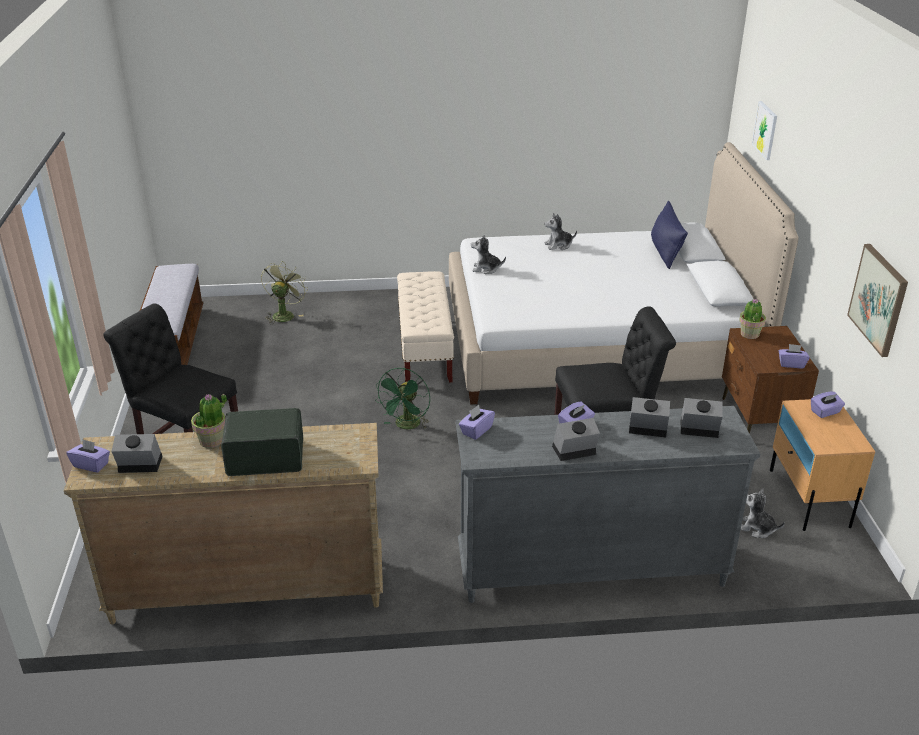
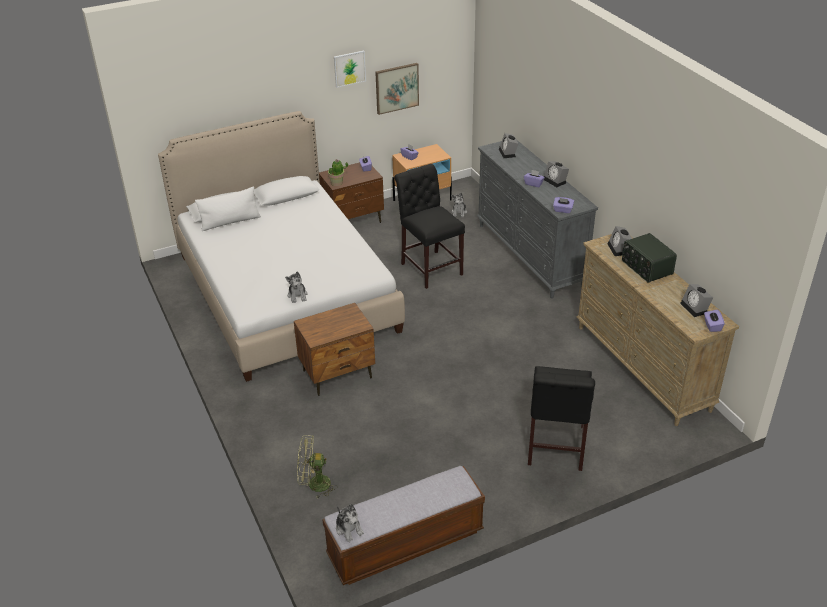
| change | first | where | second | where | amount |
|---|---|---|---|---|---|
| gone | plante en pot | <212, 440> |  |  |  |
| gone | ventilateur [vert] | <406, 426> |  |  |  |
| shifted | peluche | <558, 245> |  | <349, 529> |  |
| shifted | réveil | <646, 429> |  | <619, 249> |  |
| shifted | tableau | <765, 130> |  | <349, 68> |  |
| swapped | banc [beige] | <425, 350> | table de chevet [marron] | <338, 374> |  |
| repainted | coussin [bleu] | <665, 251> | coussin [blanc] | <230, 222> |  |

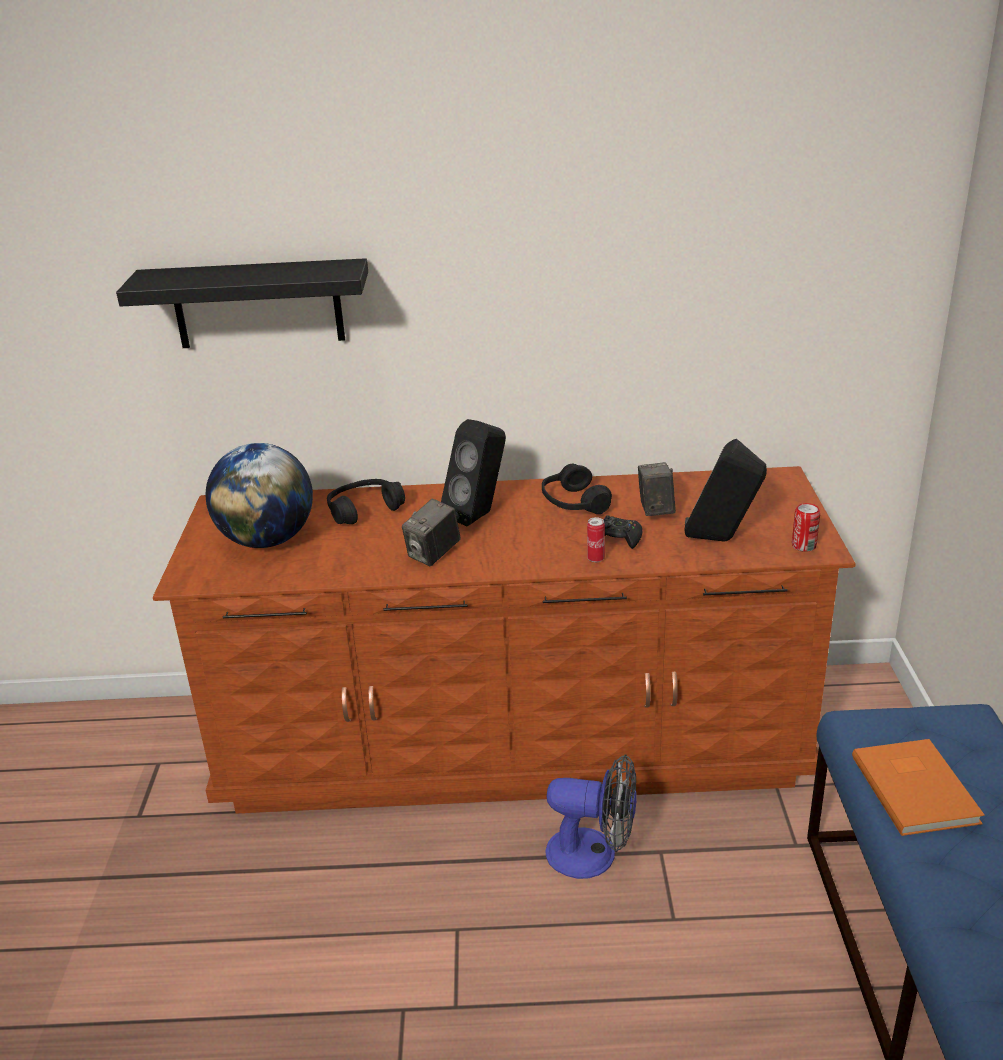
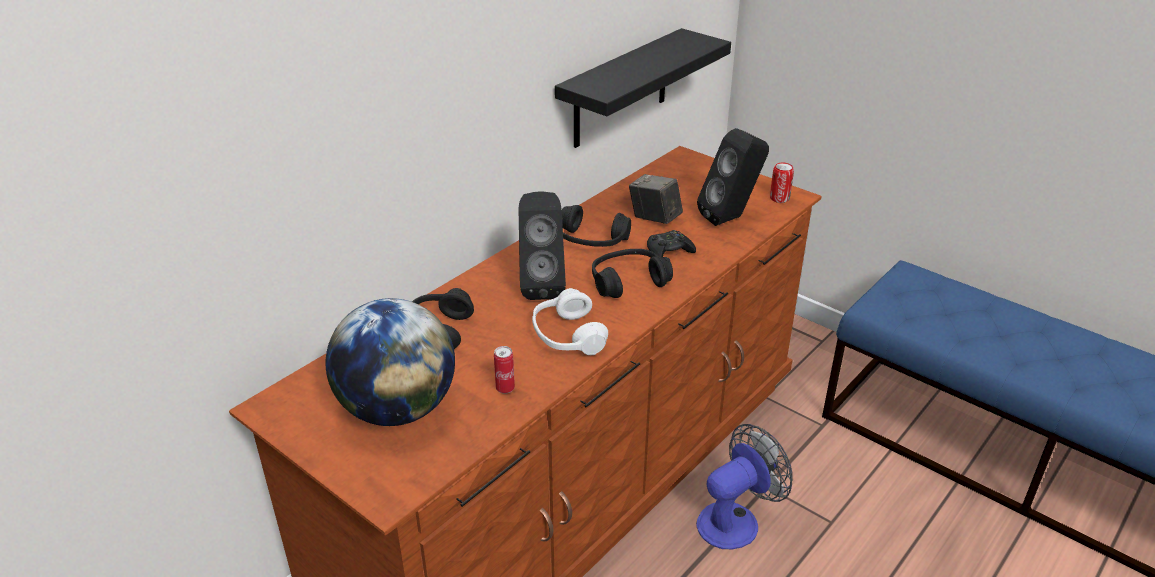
| change | first | where | second | where | amount |
|---|---|---|---|---|---|
| gone | livre [orange] | <916, 788> |  |  |  |
| new |  |  | casque audio [noir] | <628, 282> |  |
| shifted | étagère [noir] | <258, 304> |  | <621, 89> |  |
| shifted | boîte métallique | <596, 559> |  | <505, 388> |  |
| swapped | appareil photo | <433, 555> | casque audio [blanc] | <567, 336> |  |

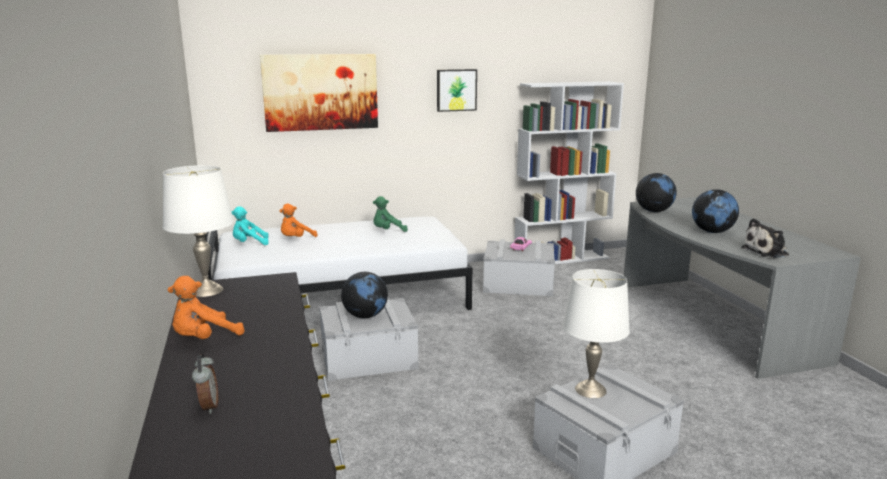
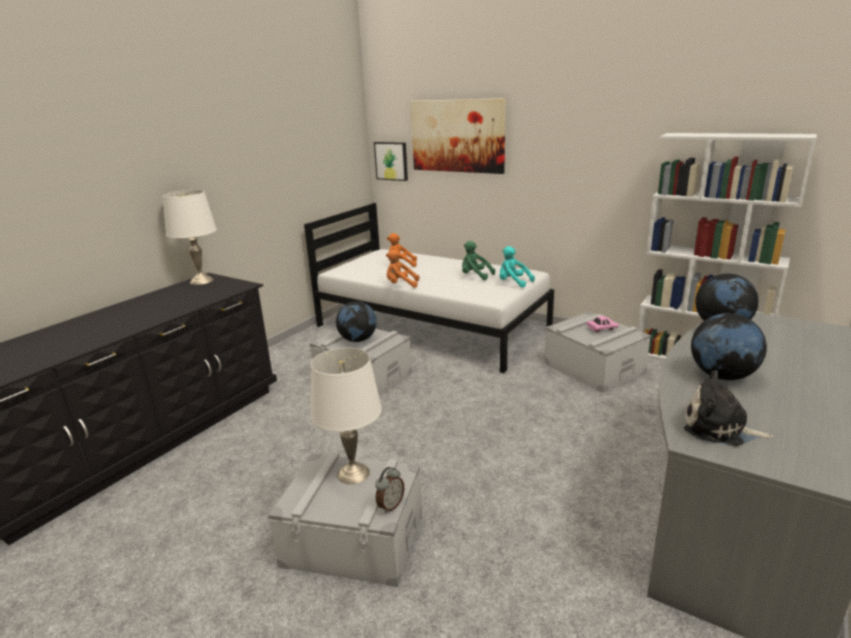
| change | first | where | second | where | amount |
|---|---|---|---|---|---|
| shifted | peluche [orange] | <204, 339> |  | <401, 285> |  |
| shifted | réveil | <208, 406> |  | <390, 505> |  |
| shifted | peluche [turquoise] | <249, 244> |  | <513, 283> |  |
| shifted | tableau | <456, 90> |  | <391, 161> |  |

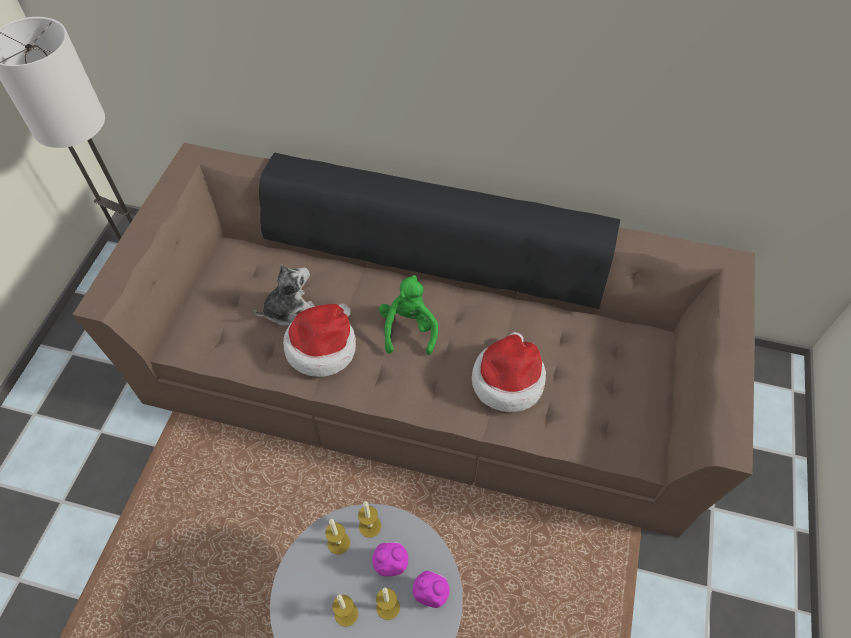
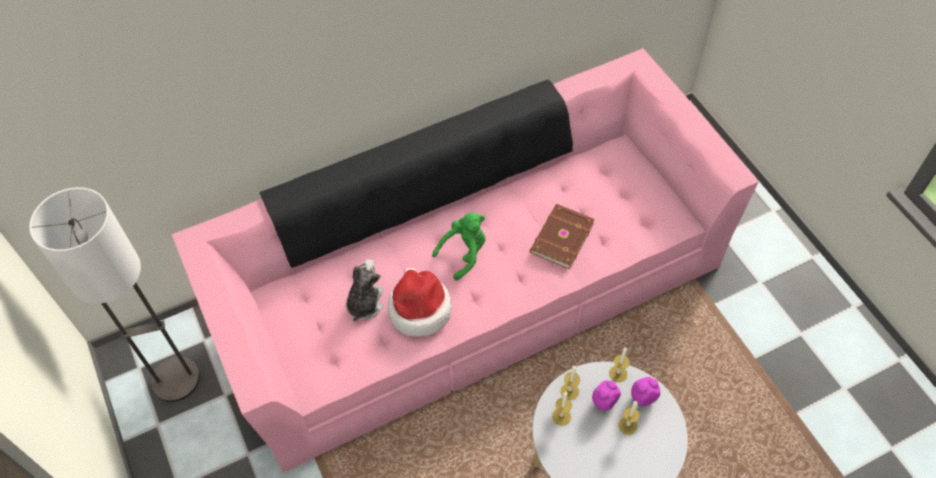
| change | first | where | second | where | amount |
|---|---|---|---|---|---|
| shifted | bougie | <346, 614> |  | <618, 373> |  |
| swapped | chapeau | <507, 379> | livre [marron] | <560, 238> |  |
| repainted | canapé [marron] | <426, 370> | canapé [rose] | <470, 285> |  |
| rotated | peluche [vert] | <409, 329> |  | <464, 253> | 90 degrees clockwise |

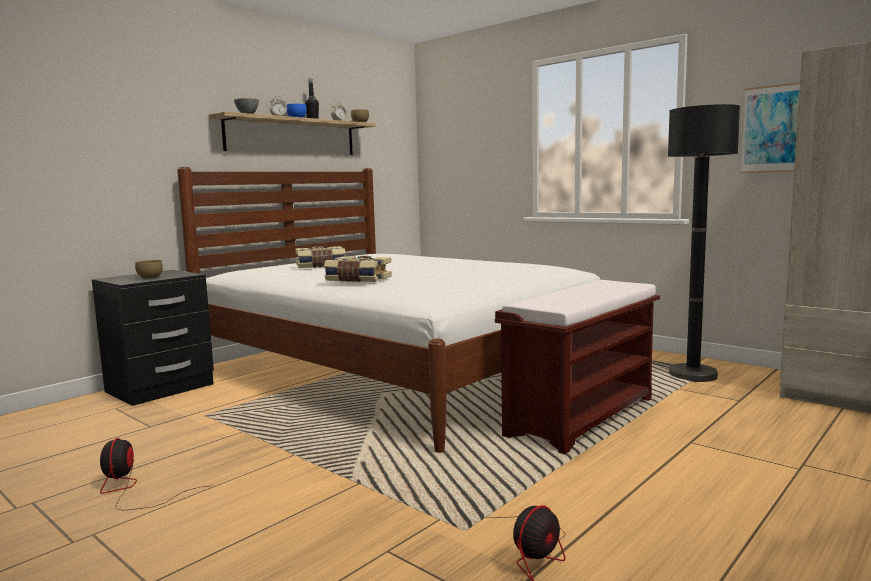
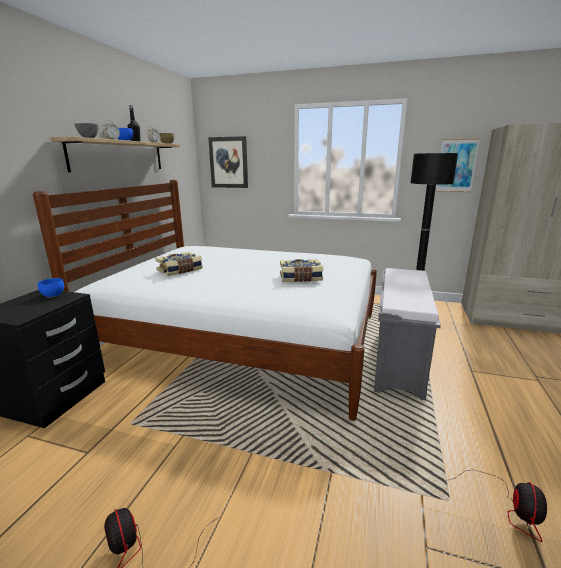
| change | first | where | second | where | amount |
|---|---|---|---|---|---|
| gone | bol [marron] | <149, 278> |  |  |  |
| new |  |  | bol [bleu] | <53, 295> |  |
| new |  |  | tableau | <228, 162> |  |
| shifted | livre | <358, 280> |  | <301, 278> |  |
| repainted | banc [marron] | <582, 416> | banc [gris] | <397, 361> |  |

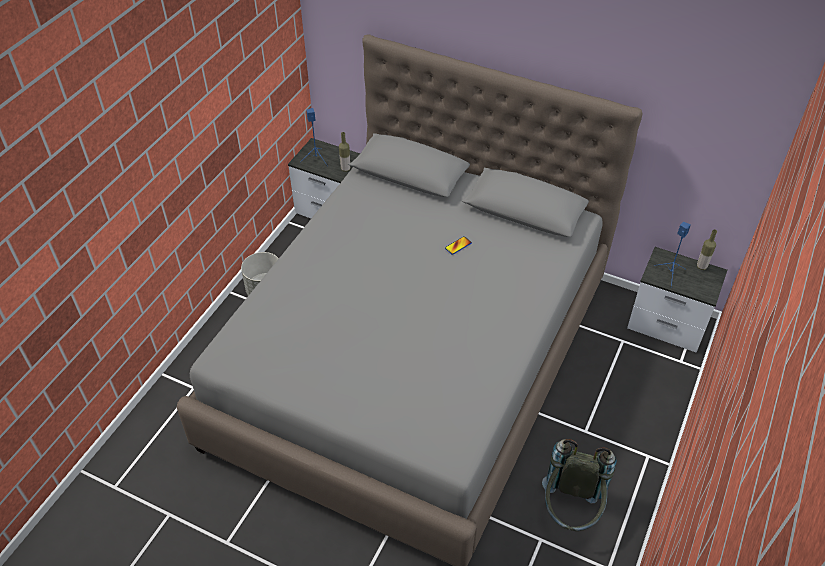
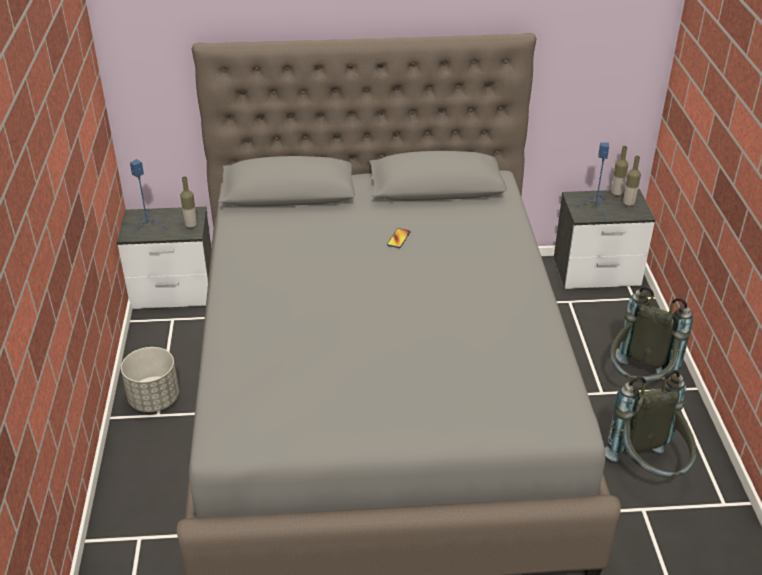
| change | first | where | second | where | amount |
|---|---|---|---|---|---|
| new |  |  | sac à dos [gris] | <638, 382> |  |
| new |  |  | bouteille | <628, 204> |  |

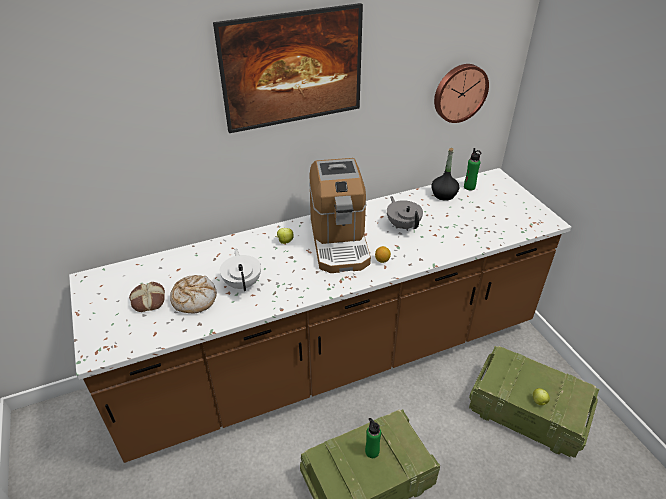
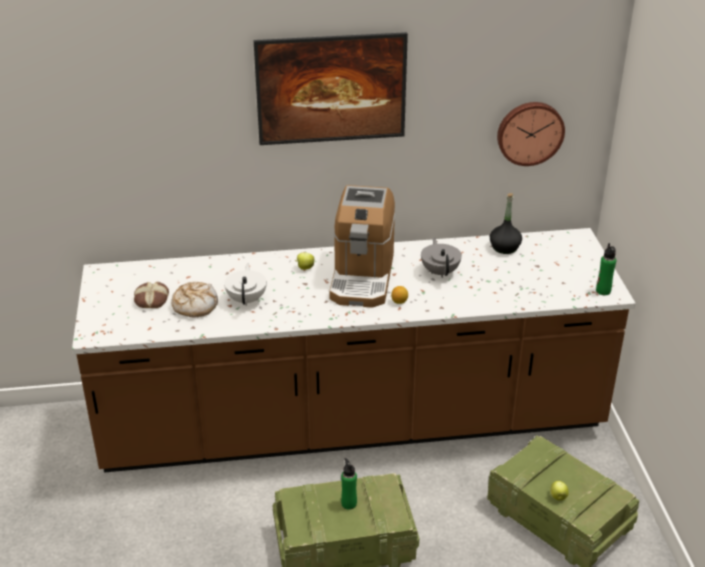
| change | first | where | second | where | amount |
|---|---|---|---|---|---|
| shifted | bouteille [vert] | <469, 187> |  | <603, 291> |  |

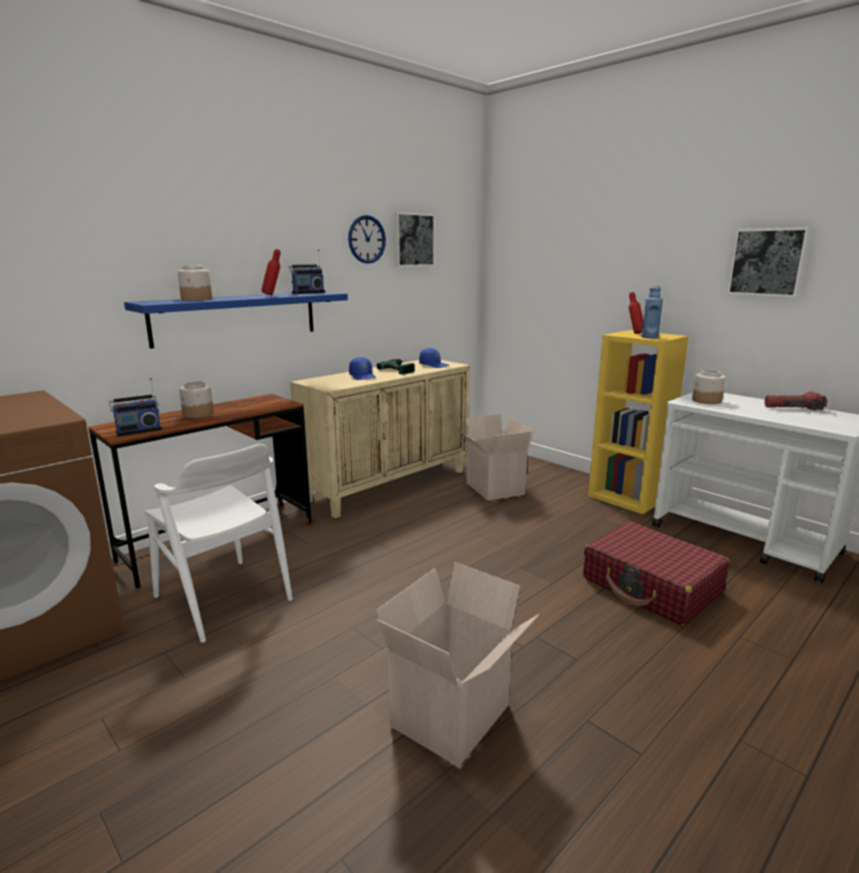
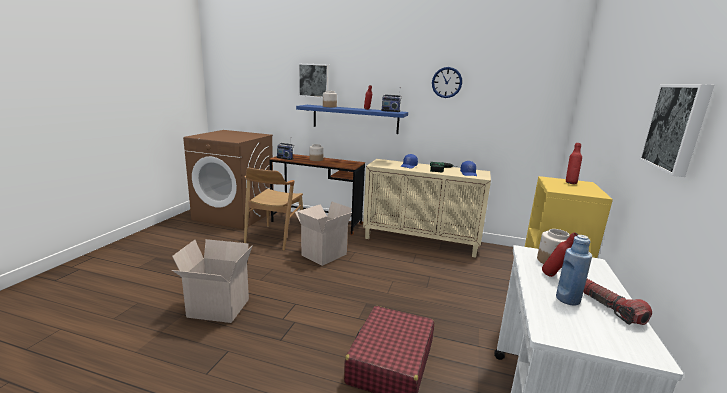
| change | first | where | second | where | amount |
|---|---|---|---|---|---|
| new |  |  | bouteille [rouge] | <554, 277> |  |
| shifted | tableau | <413, 240> |  | <314, 80> |  |
| shifted | carton | <493, 488> |  | <323, 254> |  |
| shifted | bouteille [bleu] | <649, 337> |  | <567, 299> |  |
| repainted | chaise [blanc] | <223, 598> | chaise [marron] | <275, 237> |  |

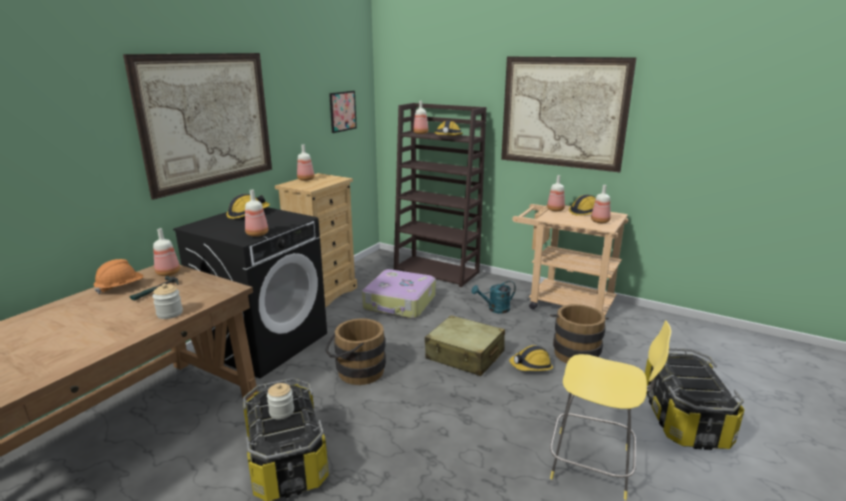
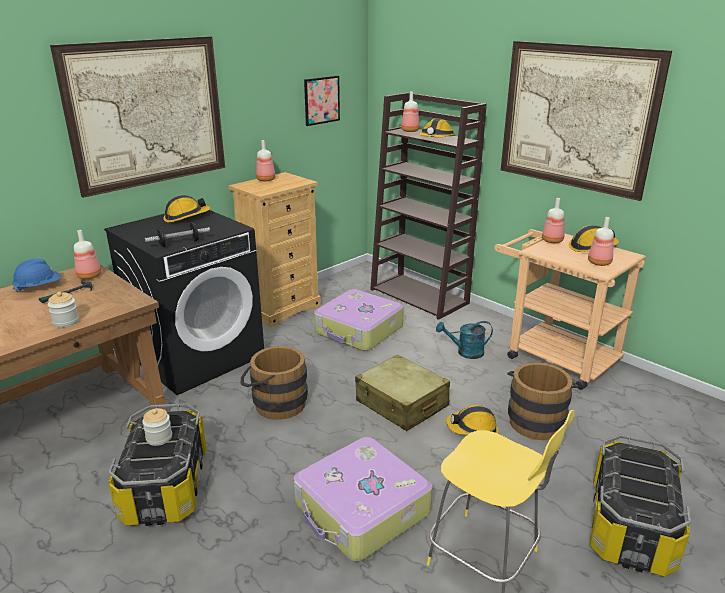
| change | first | where | second | where | amount |
|---|---|---|---|---|---|
| new |  |  | valise | <361, 510> |  |
| swapped | bouteille | <257, 234> | haltère | <179, 243> |  |
| repainted | casque de chantier [orange] | <120, 288> | casque de chantier [bleu] | <39, 287> |  |

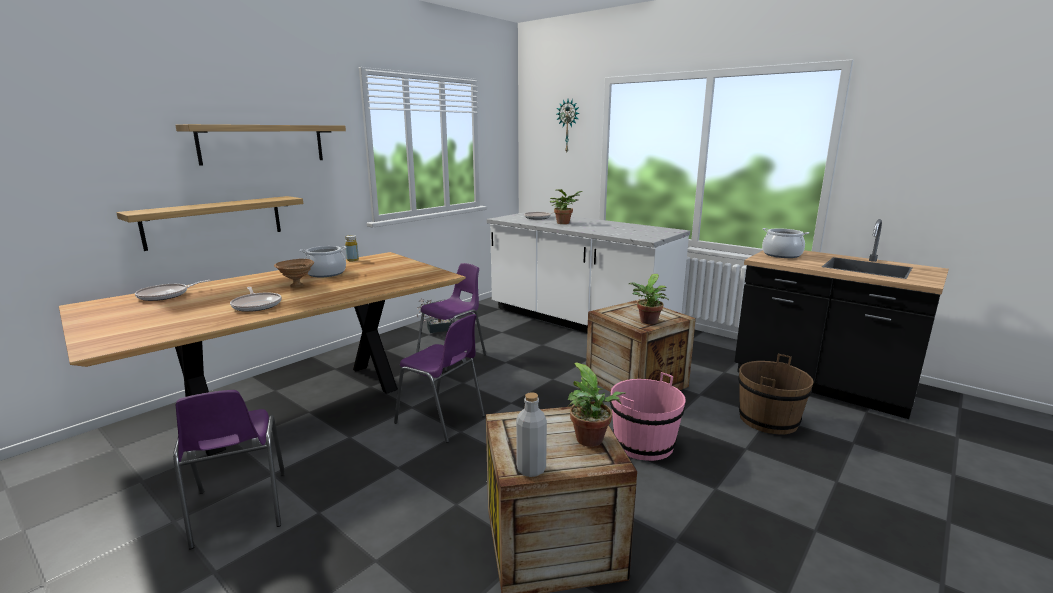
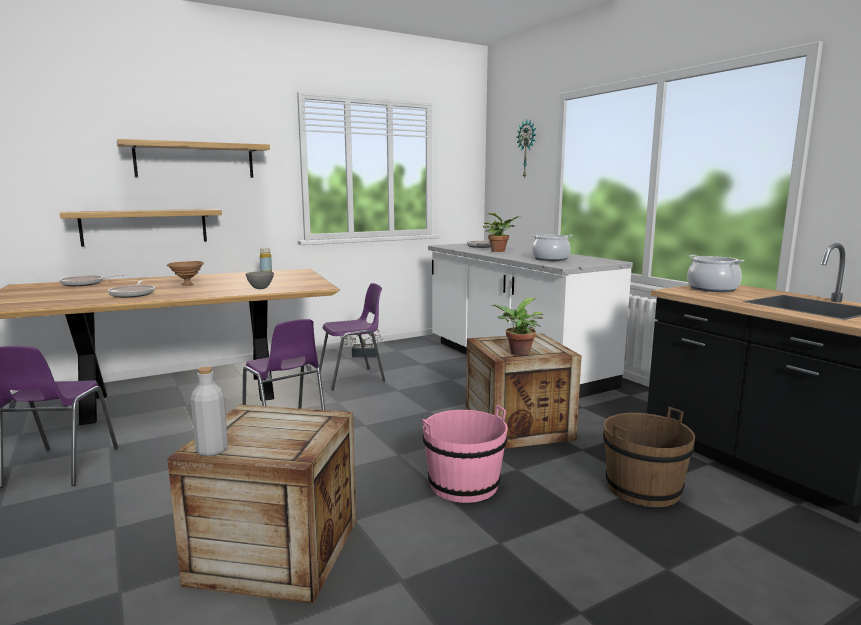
| change | first | where | second | where | amount |
|---|---|---|---|---|---|
| gone | plante en pot | <592, 441> |  |  |  |
| new |  |  | bol [gris] | <260, 288> |  |
| shifted | marmite | <326, 273> |  | <550, 259> |  |

